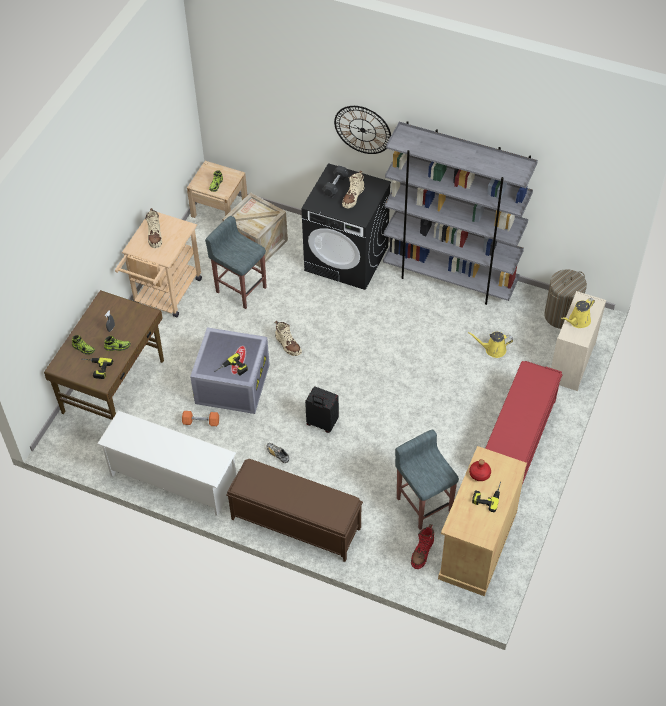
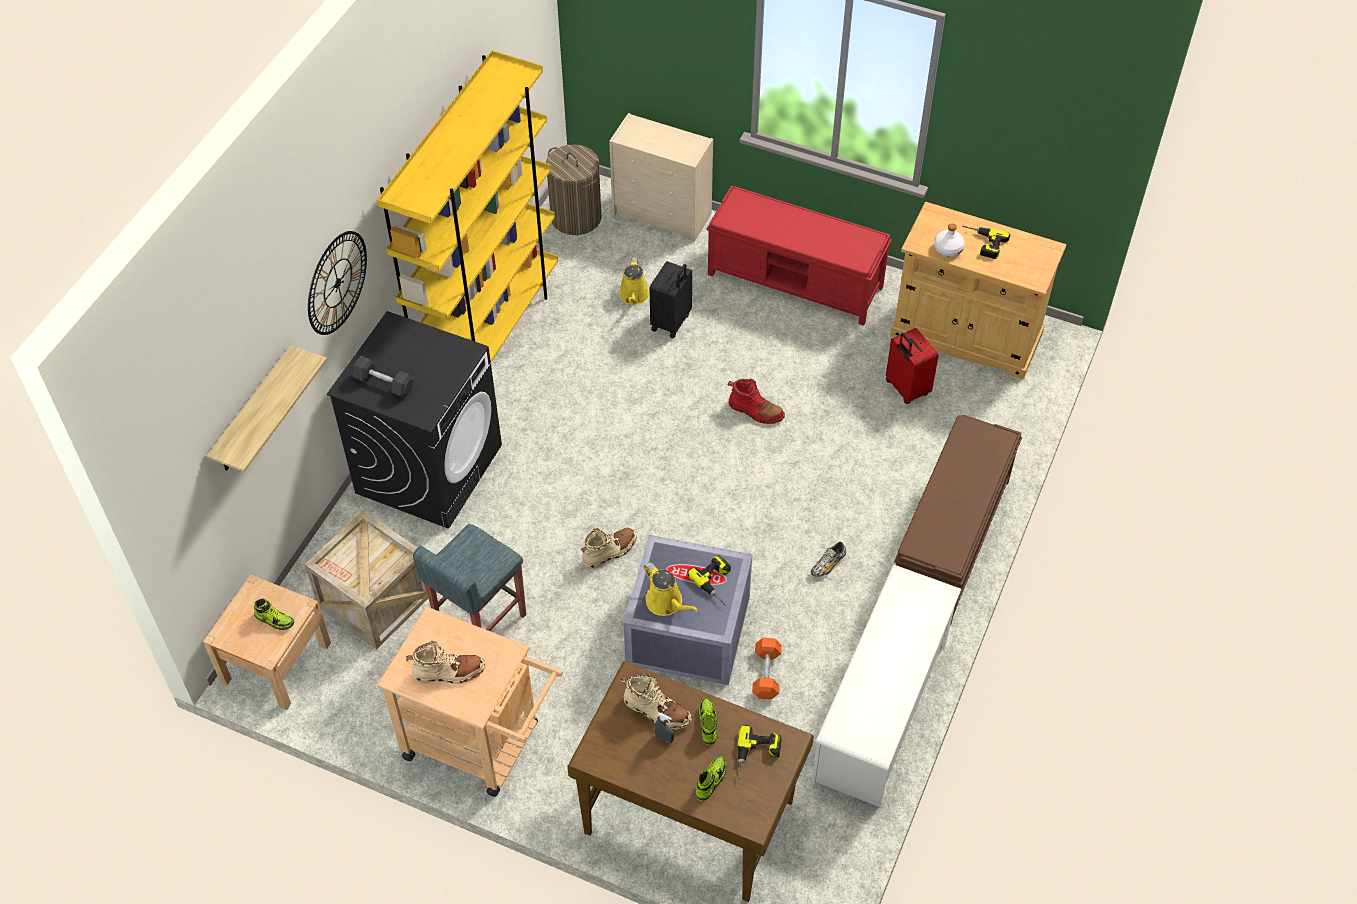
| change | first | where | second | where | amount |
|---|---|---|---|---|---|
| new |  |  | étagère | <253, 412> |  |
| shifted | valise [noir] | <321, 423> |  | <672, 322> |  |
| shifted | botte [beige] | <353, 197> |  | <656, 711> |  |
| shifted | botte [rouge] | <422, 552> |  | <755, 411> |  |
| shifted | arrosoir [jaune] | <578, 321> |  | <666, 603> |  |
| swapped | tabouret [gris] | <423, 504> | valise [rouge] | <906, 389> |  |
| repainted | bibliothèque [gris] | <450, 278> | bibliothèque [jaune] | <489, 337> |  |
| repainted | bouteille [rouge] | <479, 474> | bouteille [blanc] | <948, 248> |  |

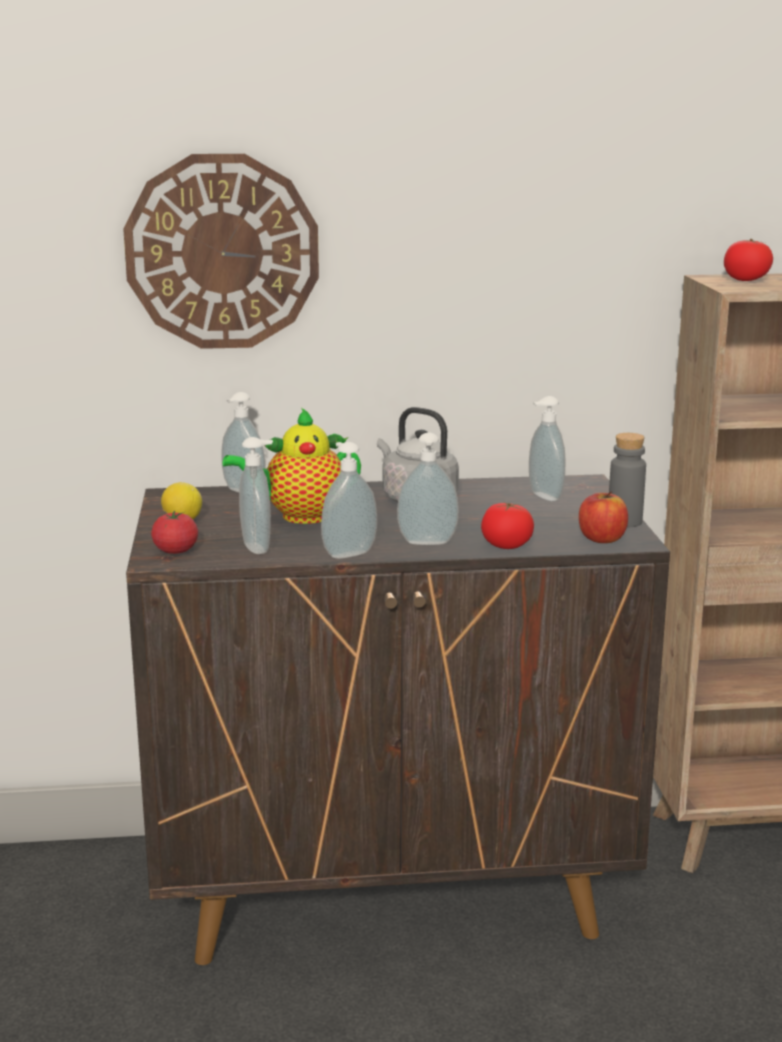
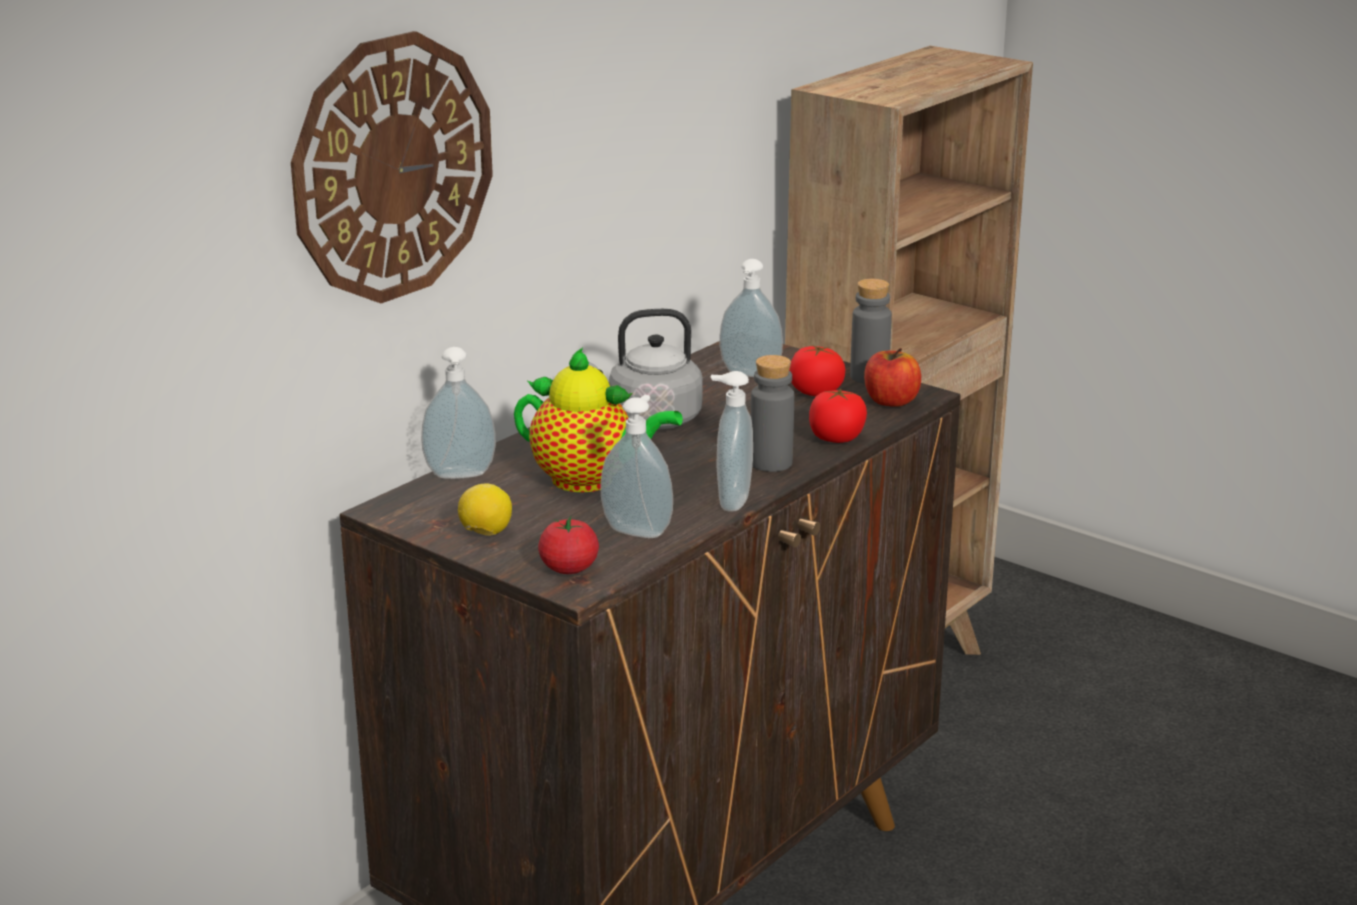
| change | first | where | second | where | amount |
|---|---|---|---|---|---|
| shifted | tomate | <746, 280> |  | <816, 392> |  |
| swapped | distributeur de savon | <427, 543> | bouteille [gris] | <771, 463> |  |
| rotated | théière | <300, 516> |  | <590, 481> | 105 degrees counterclockwise |

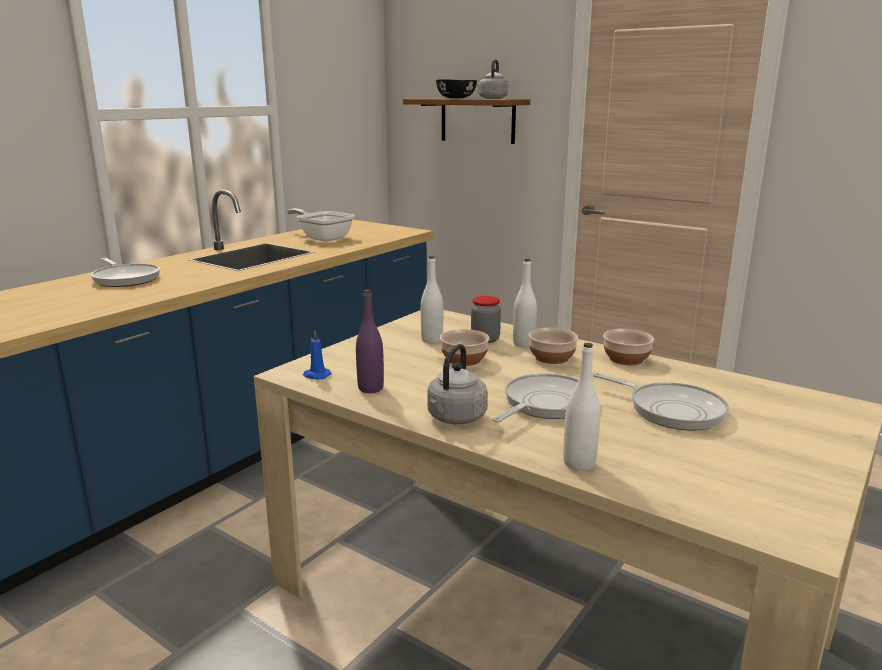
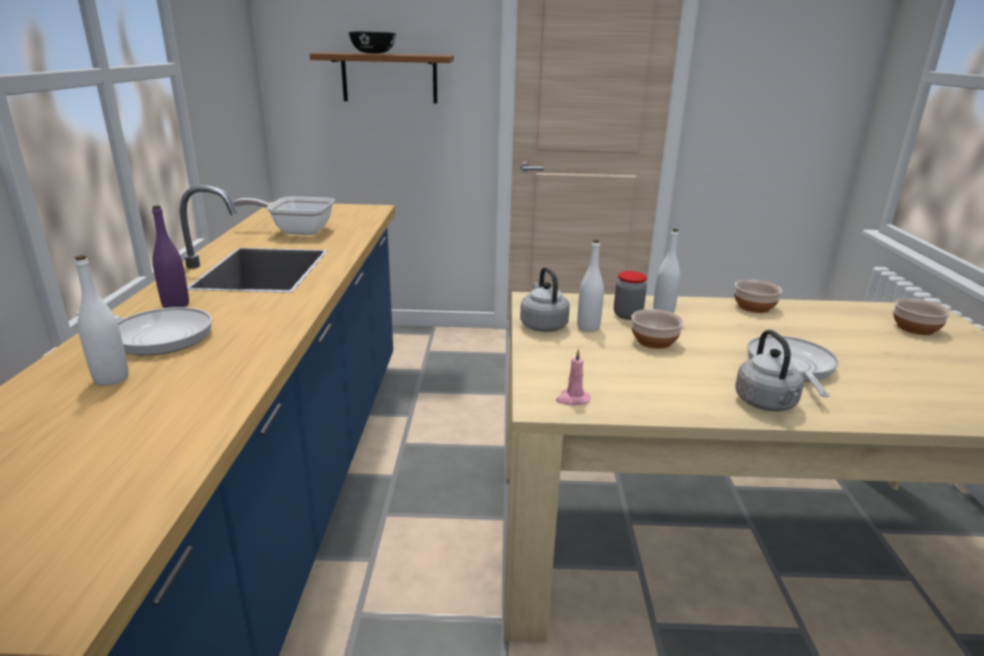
| change | first | where | second | where | amount |
|---|---|---|---|---|---|
| gone | poêle | <671, 410> |  |  |  |
| shifted | bouteille [violet] | <370, 388> |  | <176, 305> |  |
| shifted | bouilloire [gris] | <493, 98> |  | <542, 325> |  |
| shifted | bol | <552, 358> |  | <916, 328> |  |
| shifted | bouteille [blanc] | <579, 463> |  | <111, 379> |  |
| repainted | bougie [bleu] | <316, 375> | bougie [rose] | <572, 399> |  |

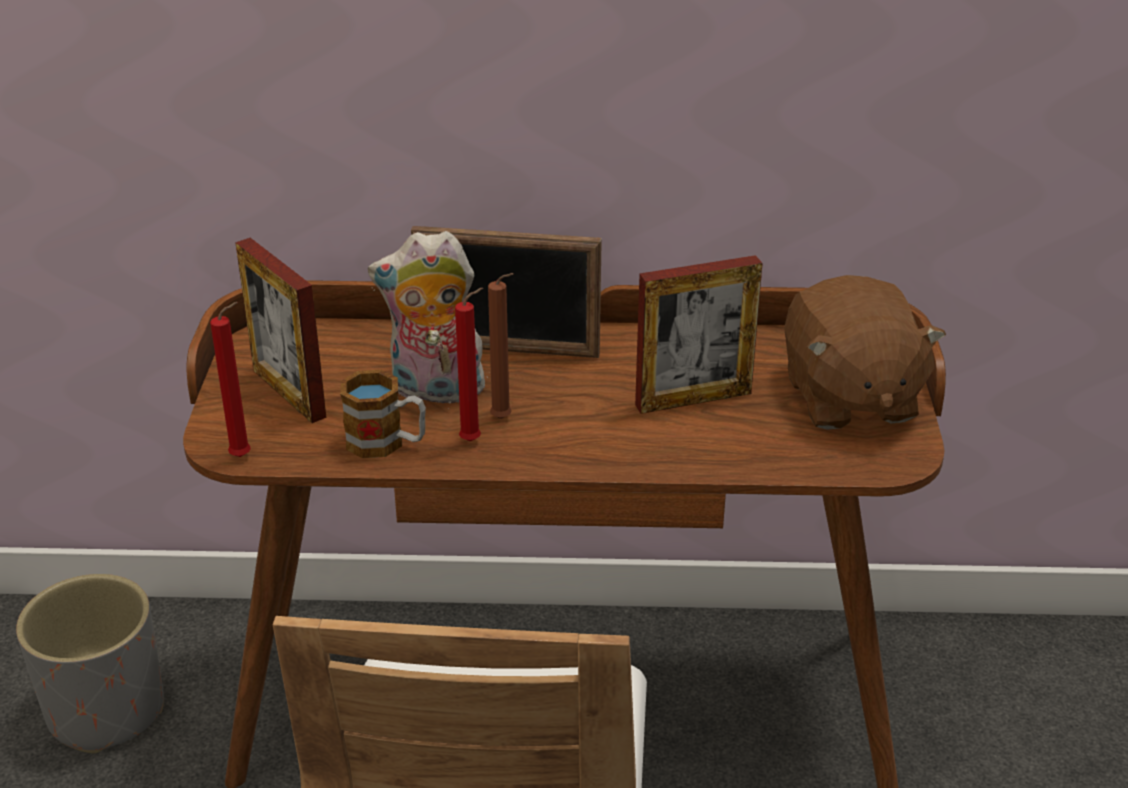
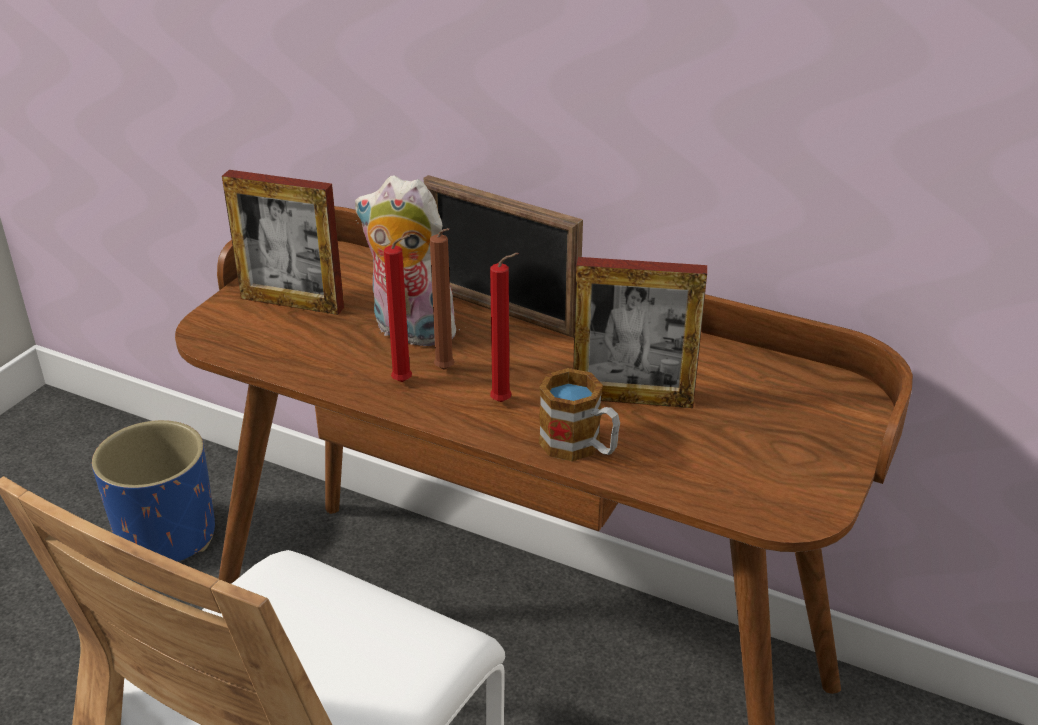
| change | first | where | second | where | amount |
|---|---|---|---|---|---|
| gone | peluche [marron] | <848, 398> |  |  |  |
| shifted | bougie [rouge] | <244, 456> |  | <504, 402> |  |
| shifted | mug | <386, 443> |  | <580, 447> |  |
| repainted | cache-pot [gris] | <106, 711> | cache-pot [bleu] | <166, 537> |  |
| rotated | cadre photo | <289, 393> |  | <292, 303> | 60 degrees counterclockwise |

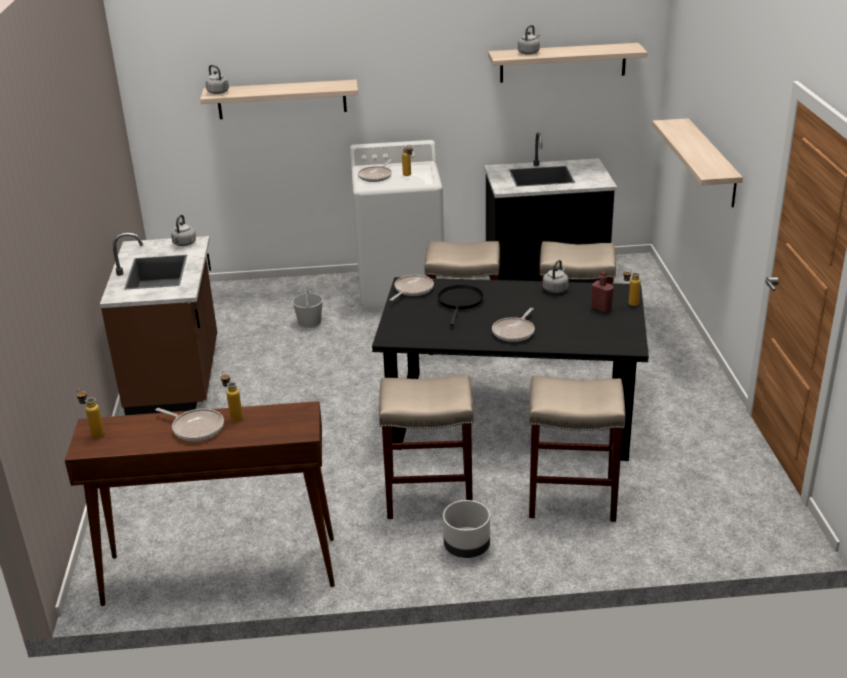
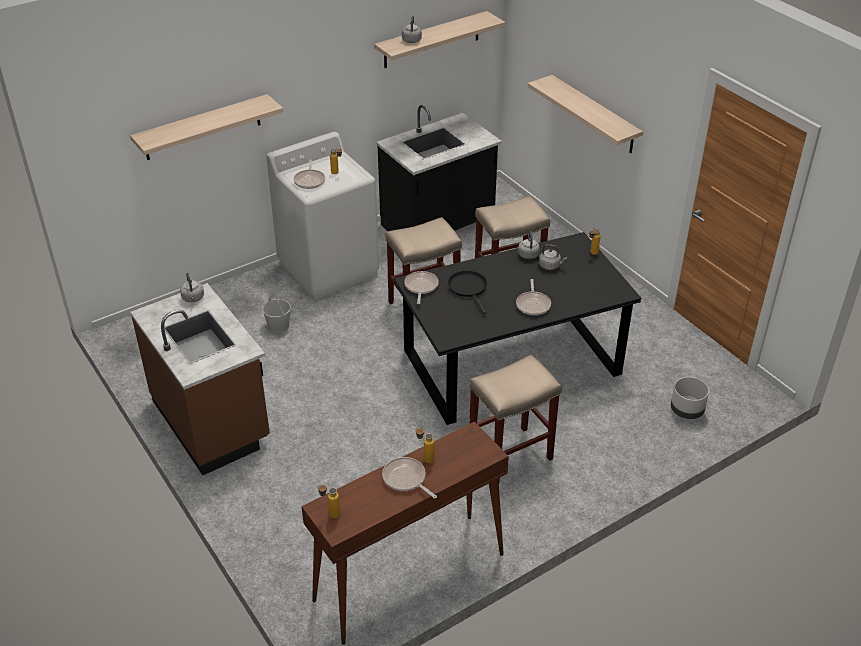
| change | first | where | second | where | amount |
|---|---|---|---|---|---|
| gone | tabouret [beige] | <570, 499> |  |  |  |
| gone | bouteille [rouge] | <601, 308> |  |  |  |
| shifted | bouilloire [gris] | <219, 92> |  | <550, 266> |  |
| shifted | cache-pot [gris] | <467, 548> |  | <687, 411> |  |
| rotated | poêle | <196, 428> |  | <406, 479> | 135 degrees counterclockwise |

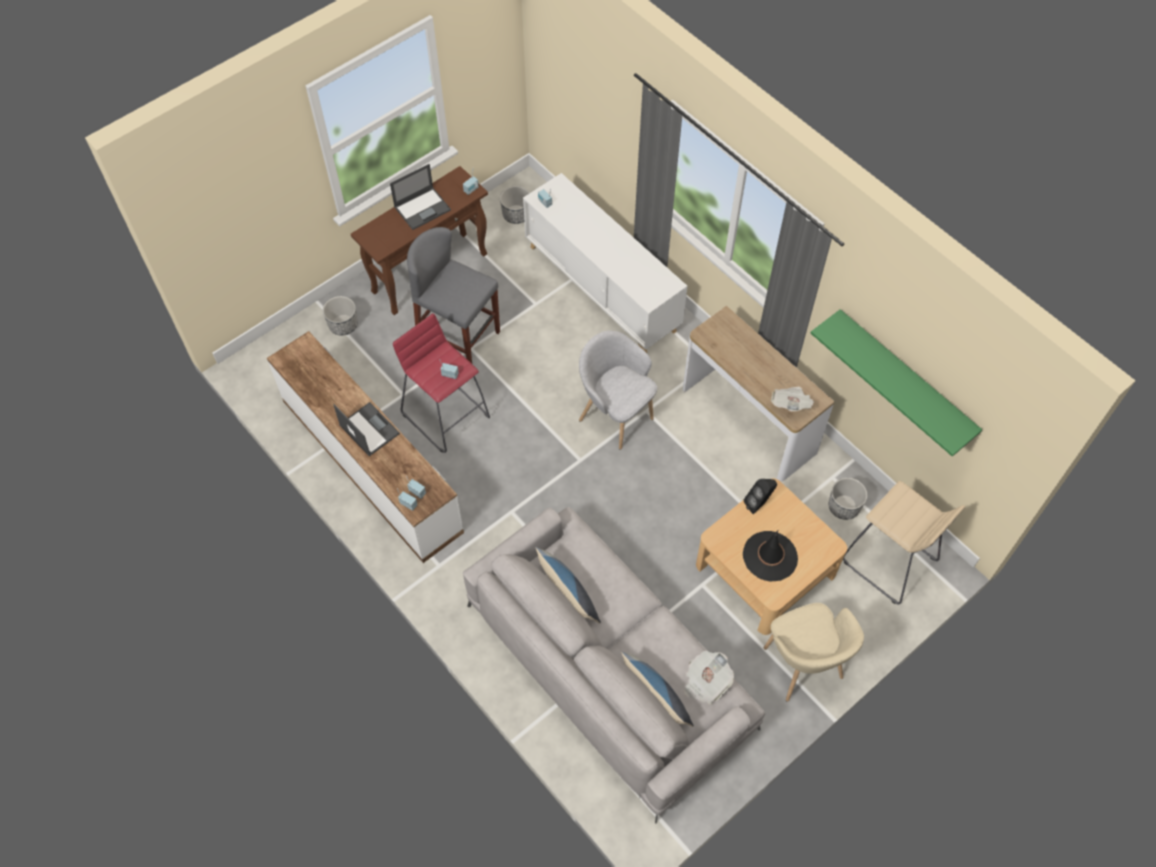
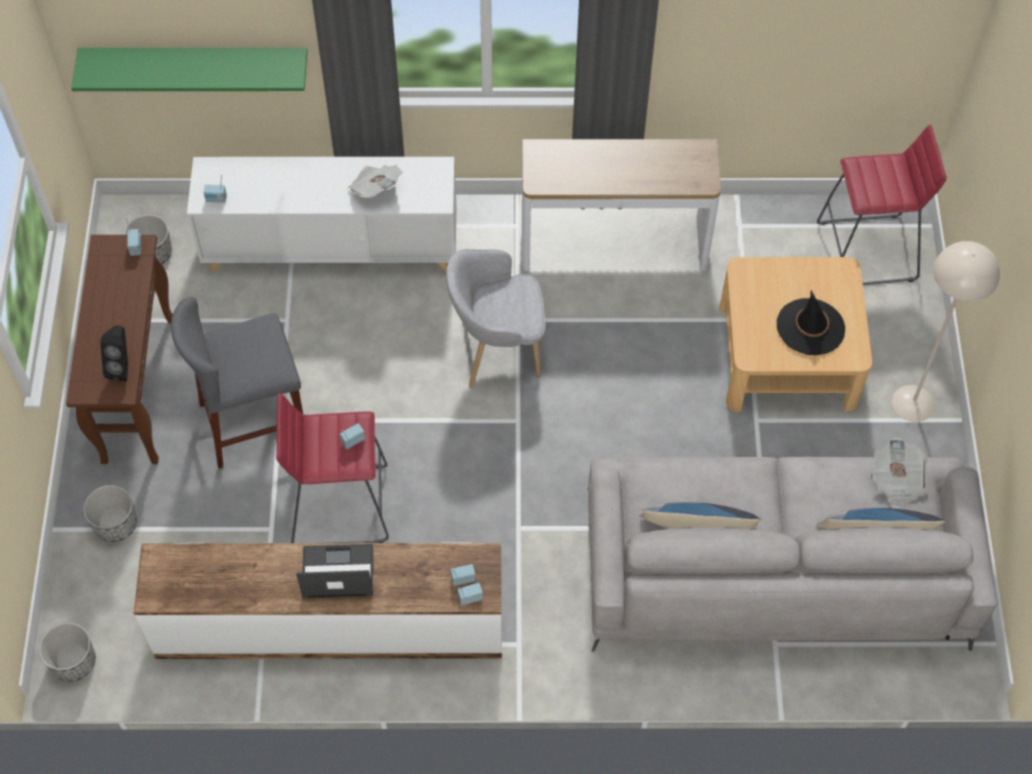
| change | first | where | second | where | amount |
|---|---|---|---|---|---|
| gone | ordinateur portable | <423, 208> |  |  |  |
| shifted | enceinte [noir] | <758, 504> |  | <122, 367> |  |
| shifted | journal | <790, 404> |  | <375, 188> |  |
| shifted | étagère [vert] | <905, 377> |  | <195, 62> |  |
| shifted | cache-pot | <843, 506> |  | <73, 661> |  |
| swapped | fauteuil [beige] | <802, 666> | lampadaire [beige] | <913, 403> |  |
| repainted | tabouret [beige] | <889, 562> | tabouret [rouge] | <867, 251> |  |

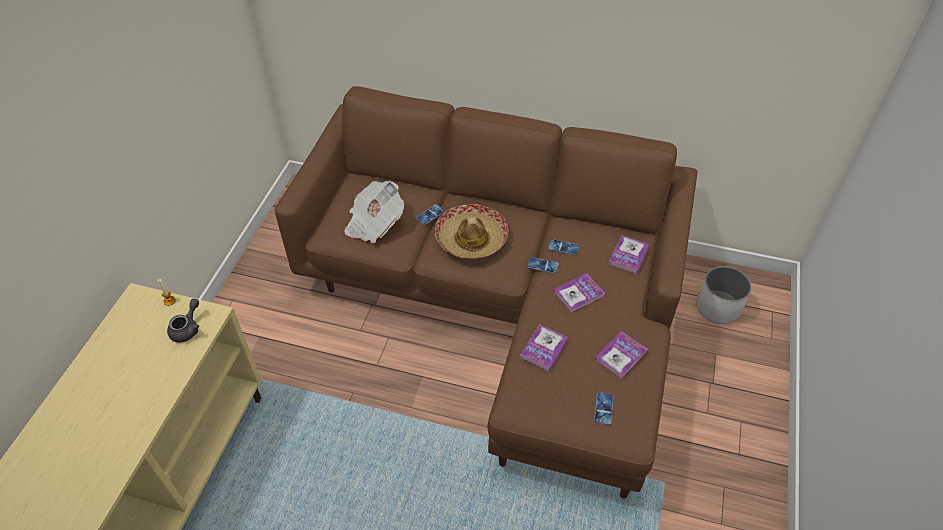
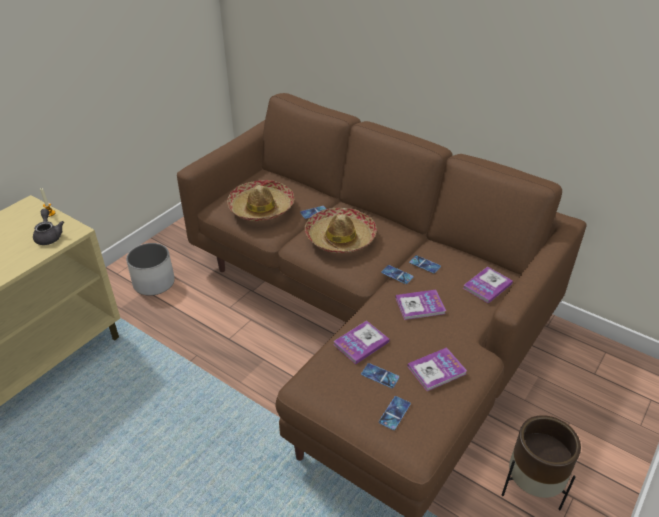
| change | first | where | second | where | amount |
|---|---|---|---|---|---|
| new |  |  | téléphone | <380, 376> |  |
| new |  |  | cache-pot [marron] | <531, 488> |  |
| shifted | cache-pot [blanc] | <718, 307> |  | <154, 283> |  |
| swapped | journal | <374, 223> | chapeau | <261, 208> |  |
| rotated | théière [gris] | <187, 328> |  | <49, 236> | 60 degrees counterclockwise |

